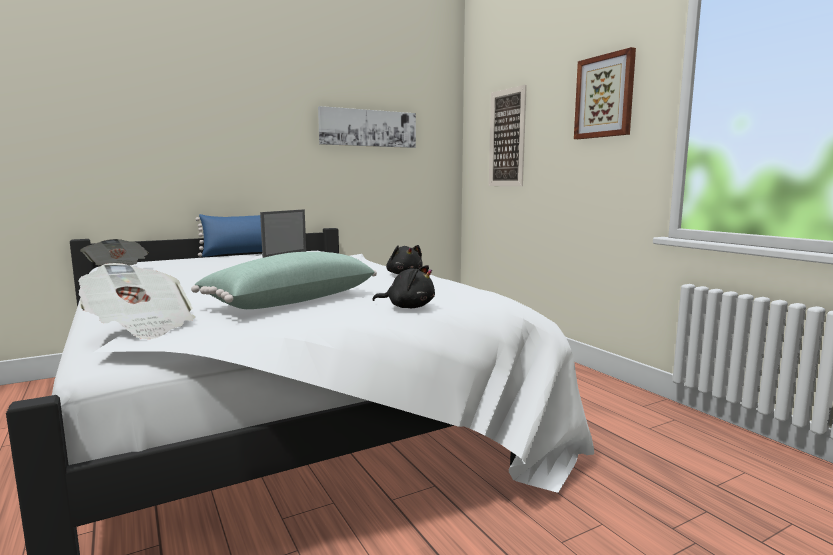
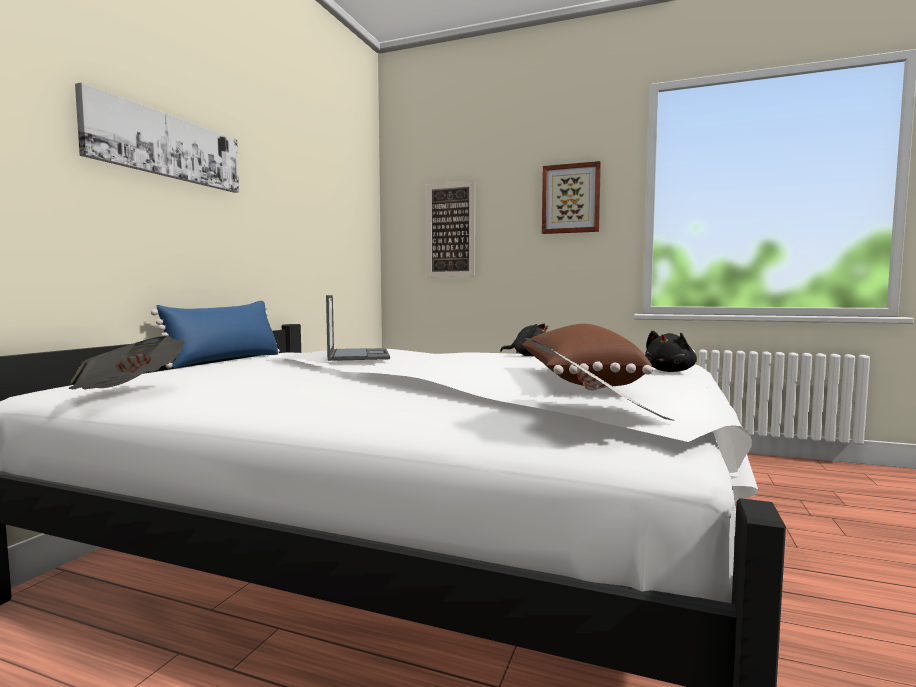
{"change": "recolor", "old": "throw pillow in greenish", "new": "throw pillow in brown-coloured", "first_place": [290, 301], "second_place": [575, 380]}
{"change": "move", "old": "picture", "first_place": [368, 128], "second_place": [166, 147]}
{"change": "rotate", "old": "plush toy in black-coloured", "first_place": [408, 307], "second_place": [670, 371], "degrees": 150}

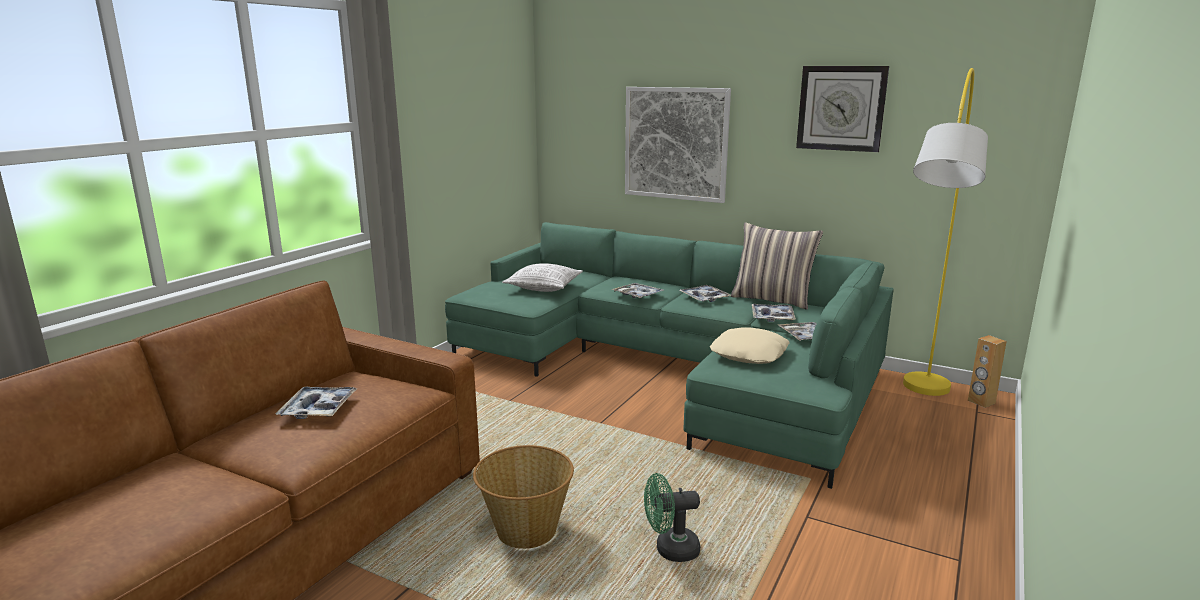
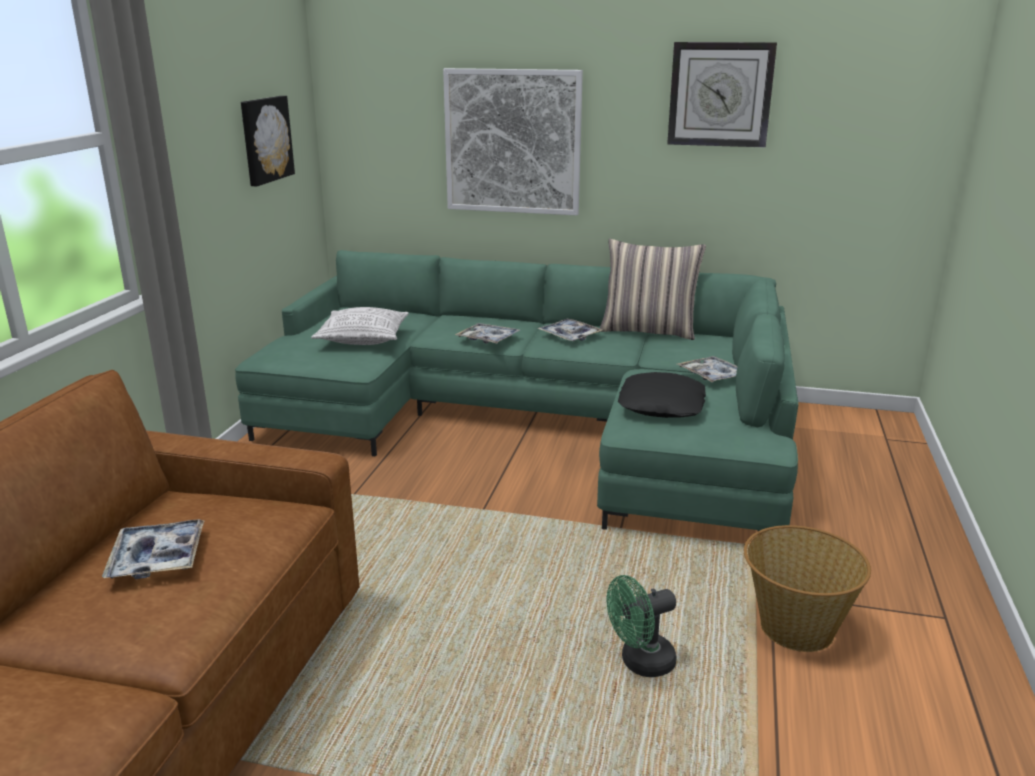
{"change": "move", "old": "basket", "first_place": [526, 530], "second_place": [795, 627]}
{"change": "recolor", "old": "throw pillow in beige", "new": "throw pillow in black-coloured", "first_place": [750, 354], "second_place": [662, 405]}
{"change": "delete", "old": "serving tray", "first_place": [772, 317]}
{"change": "delete", "old": "standing lamp in yellowish", "first_place": [917, 420]}
{"change": "delete", "old": "speaker in brown-coloured", "first_place": [981, 402]}
{"change": "insert", "new": "picture", "second_place": [265, 139]}

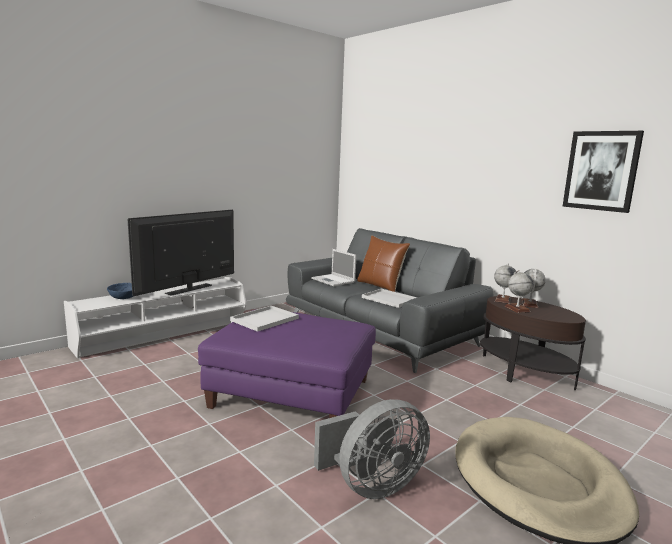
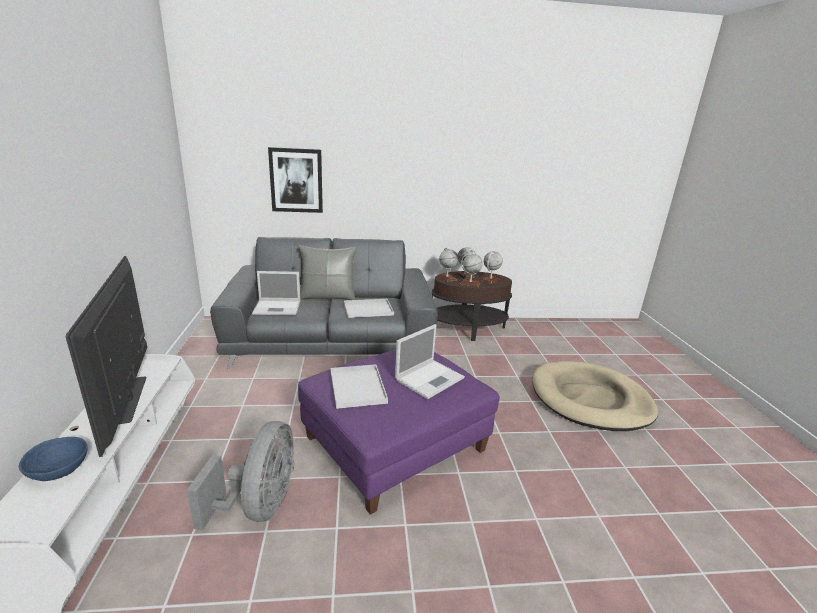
{"change": "move", "old": "cooling fan in grey", "first_place": [372, 485], "second_place": [259, 506]}
{"change": "recolor", "old": "throw pillow in brown-coloured", "new": "throw pillow in grey", "first_place": [380, 286], "second_place": [327, 297]}
{"change": "move", "old": "picture", "first_place": [601, 171], "second_place": [296, 180]}
{"change": "insert", "new": "notebook computer", "second_place": [430, 378]}
{"change": "insert", "new": "world globe", "second_place": [490, 280]}

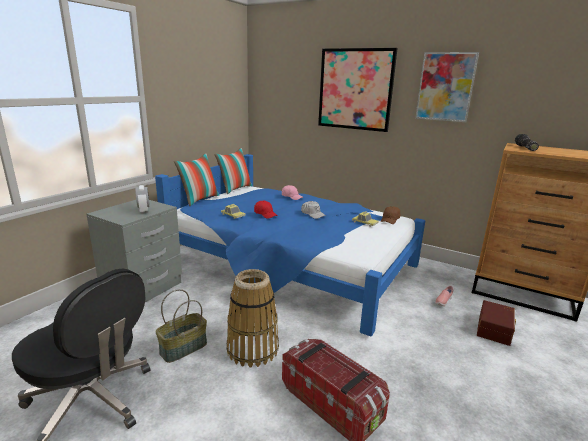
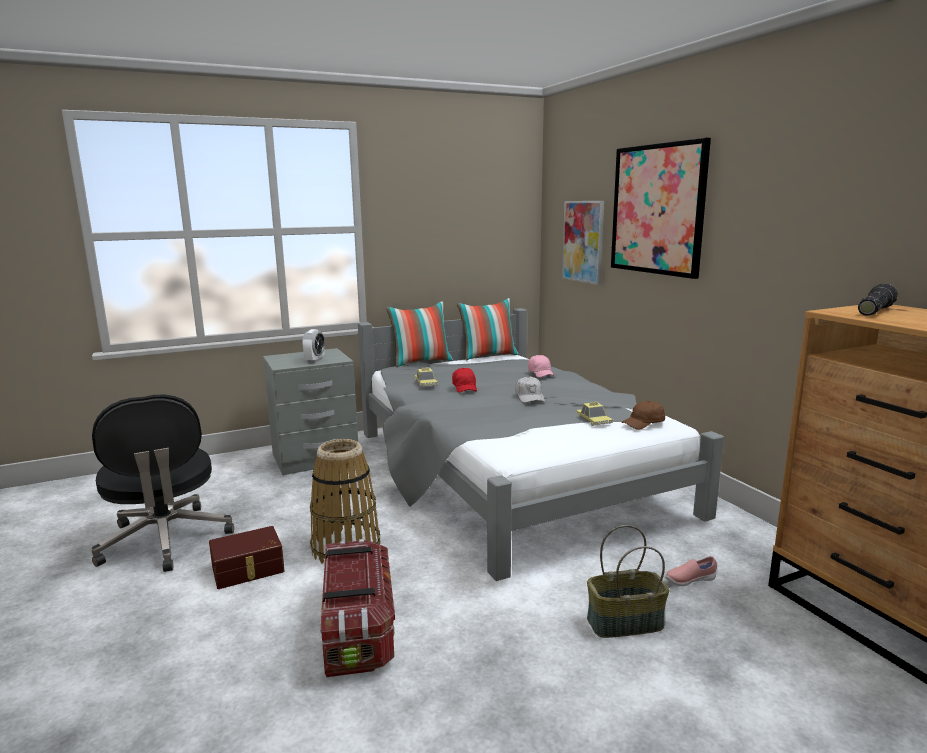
{"change": "recolor", "old": "bedroom bed in bluish", "new": "bedroom bed in grey", "first_place": [292, 266], "second_place": [510, 475]}
{"change": "move", "old": "basket", "first_place": [183, 348], "second_place": [625, 623]}
{"change": "move", "old": "picture", "first_place": [445, 87], "second_place": [583, 241]}
{"change": "move", "old": "storage box in brown-coloured", "first_place": [495, 330], "second_place": [248, 570]}

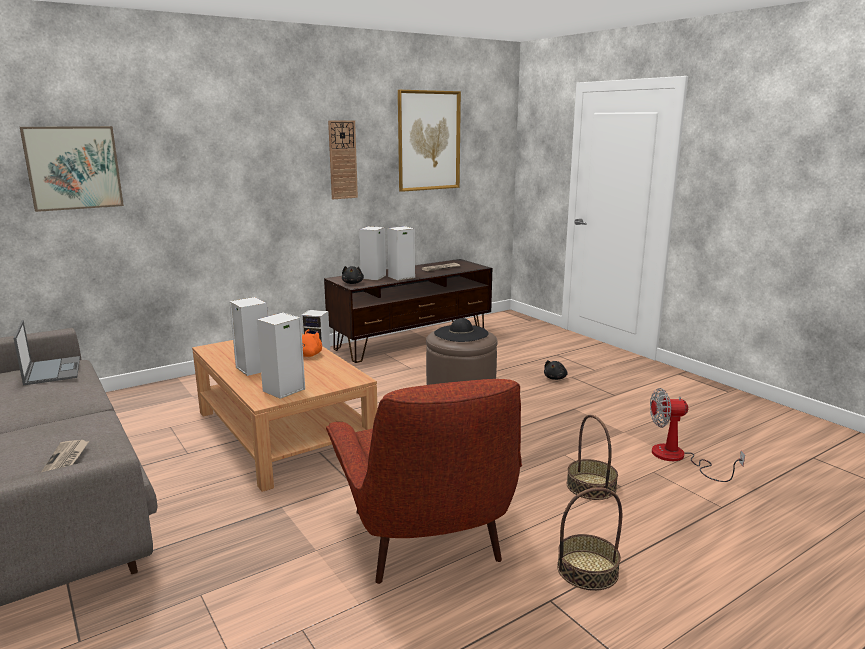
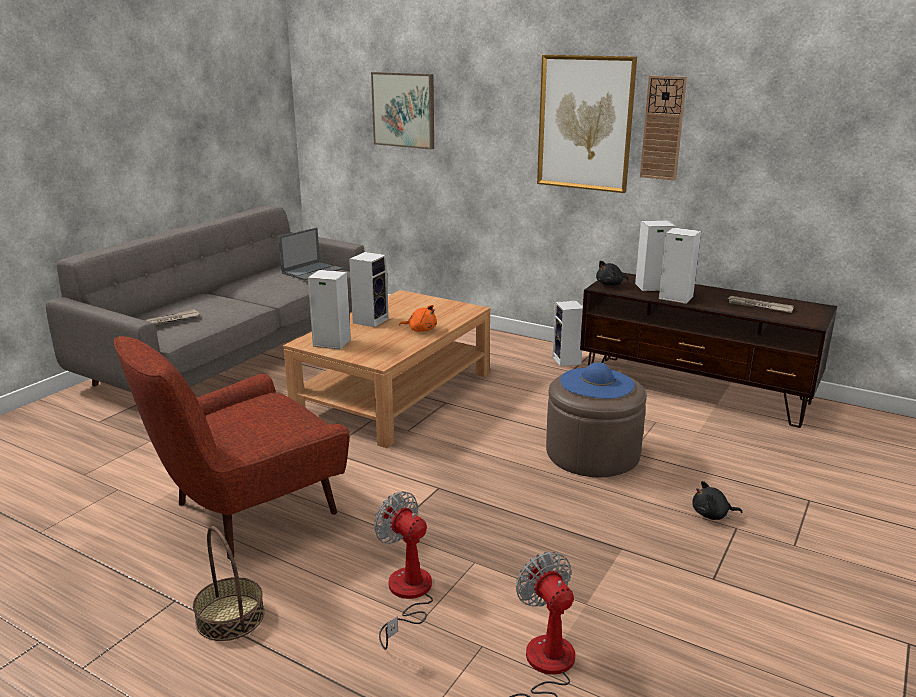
{"change": "move", "old": "picture", "first_place": [428, 141], "second_place": [585, 123]}
{"change": "recolor", "old": "hat in black-coloured", "new": "hat in bluish", "first_place": [461, 333], "second_place": [597, 383]}
{"change": "replace", "old": "basket", "new": "cooling fan", "first_place": [591, 486], "second_place": [407, 595]}

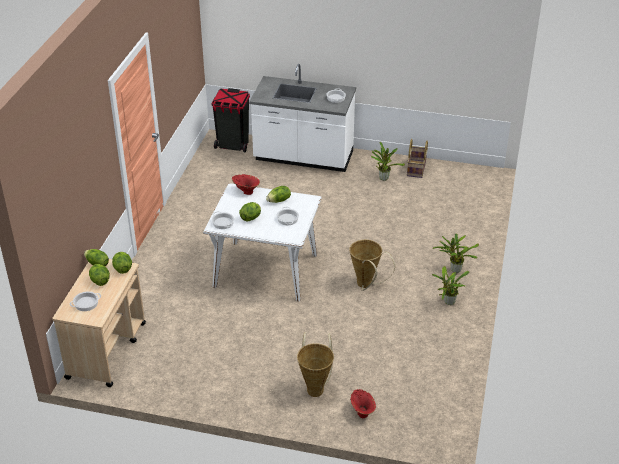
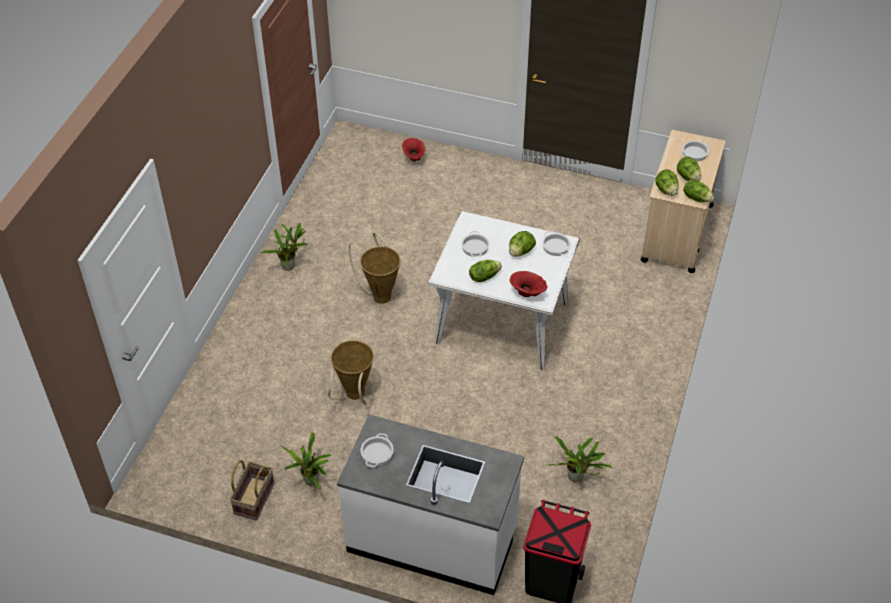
{"change": "move", "old": "basket", "first_place": [315, 388], "second_place": [354, 396]}
{"change": "move", "old": "plant in a pot", "first_place": [454, 269], "second_place": [577, 478]}

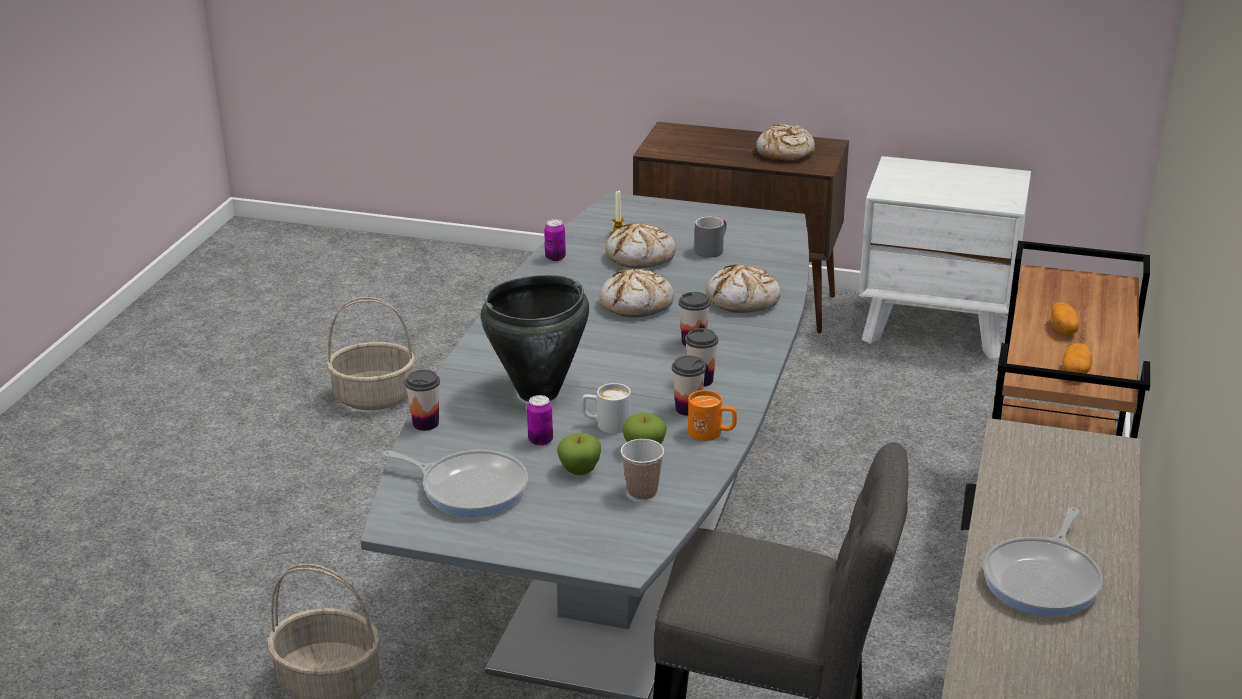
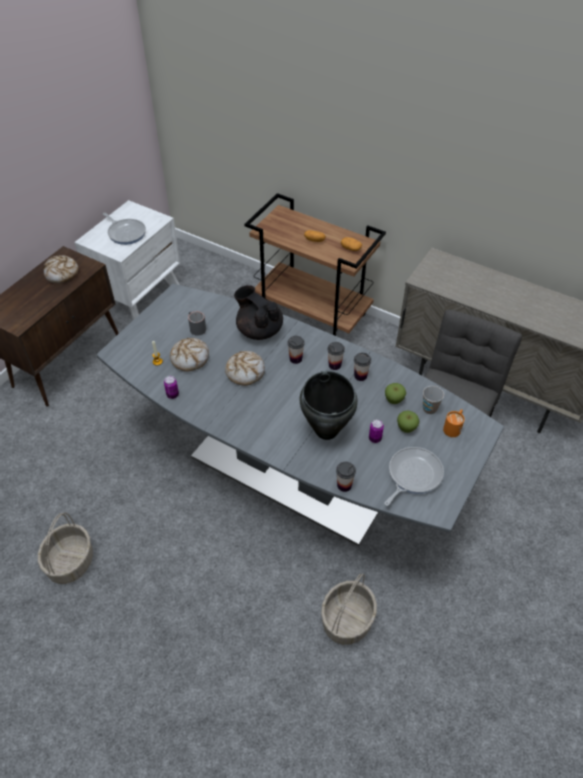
{"change": "delete", "old": "mug in white-coloured", "first_place": [606, 424]}
{"change": "move", "old": "mug in orange", "first_place": [712, 433], "second_place": [453, 427]}
{"change": "replace", "old": "bread", "new": "teapot in black-coloured", "first_place": [743, 300], "second_place": [259, 330]}
{"change": "move", "old": "pan", "first_place": [1044, 580], "second_place": [126, 233]}

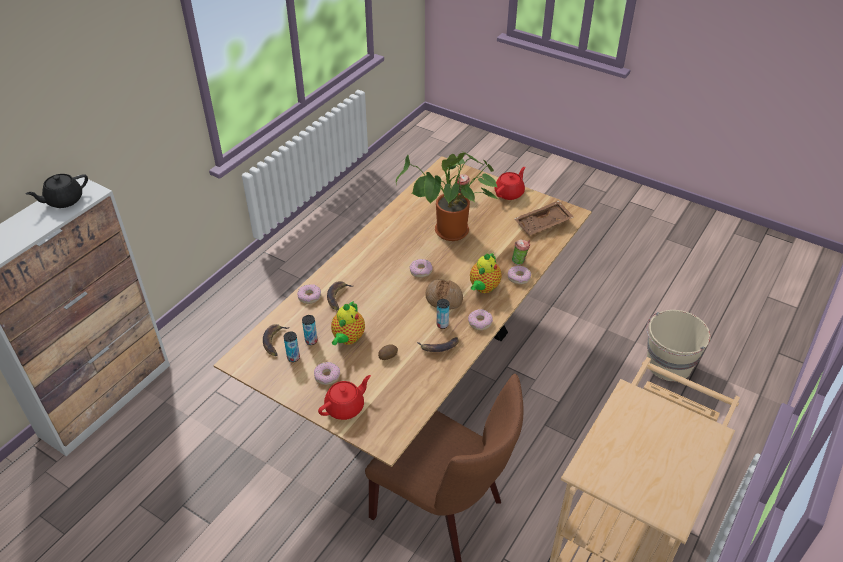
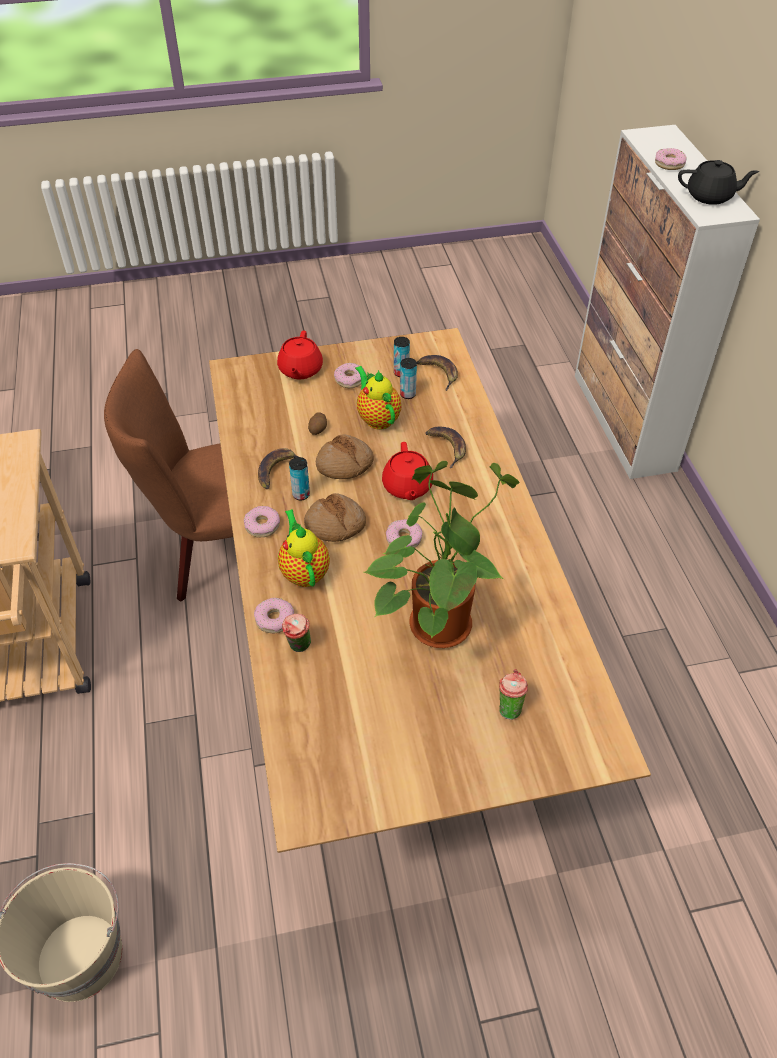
{"change": "rotate", "old": "teapot in black-coloured", "first_place": [64, 200], "second_place": [710, 196], "degrees": 90}
{"change": "move", "old": "ring doughnut", "first_place": [309, 296], "second_place": [669, 164]}
{"change": "move", "old": "teapot in red", "first_place": [509, 193], "second_place": [407, 487]}
{"change": "delete", "old": "serving tray in brown-coloured", "first_place": [543, 224]}
{"change": "insert", "new": "bread", "second_place": [344, 464]}

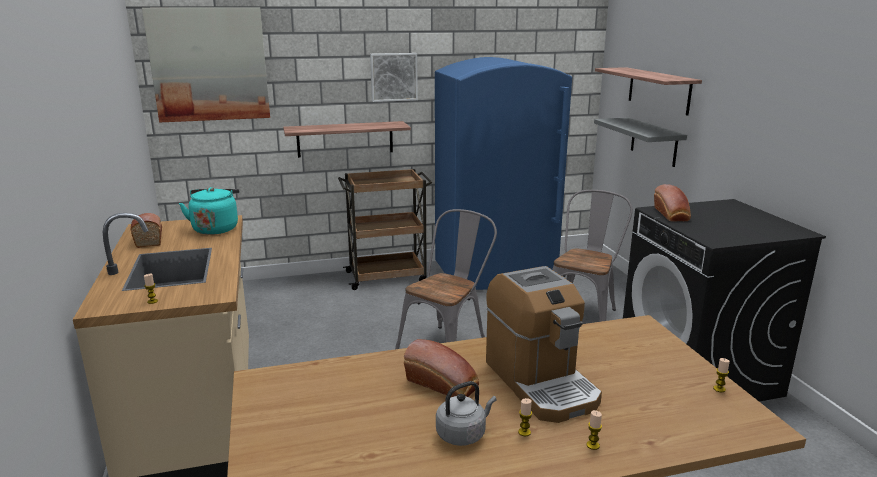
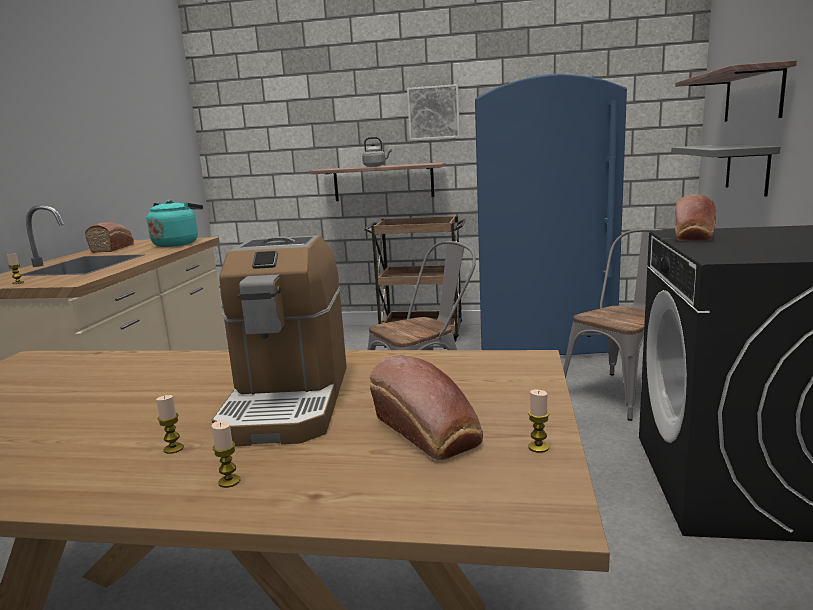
{"change": "delete", "old": "picture", "first_place": [209, 65]}
{"change": "move", "old": "bread", "first_place": [443, 384], "second_place": [429, 433]}
{"change": "move", "old": "water kettle in grey", "first_place": [463, 434], "second_place": [376, 166]}

